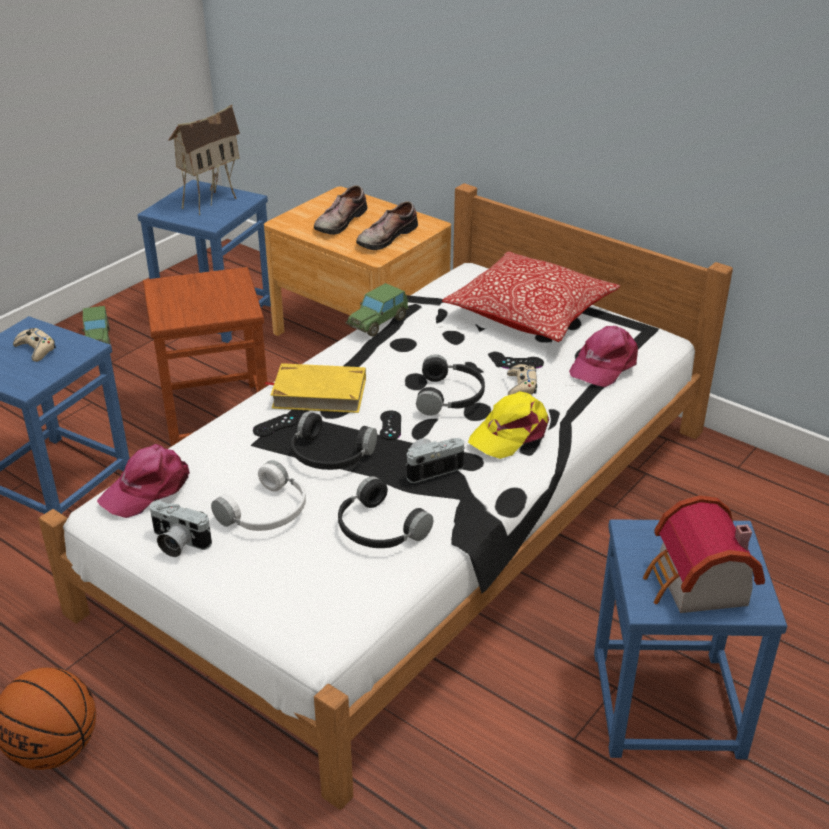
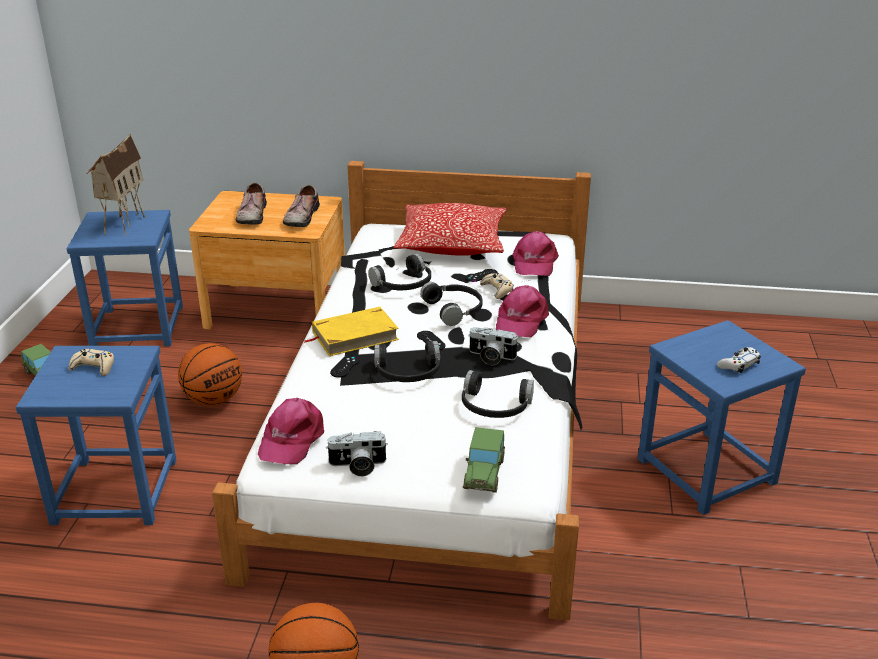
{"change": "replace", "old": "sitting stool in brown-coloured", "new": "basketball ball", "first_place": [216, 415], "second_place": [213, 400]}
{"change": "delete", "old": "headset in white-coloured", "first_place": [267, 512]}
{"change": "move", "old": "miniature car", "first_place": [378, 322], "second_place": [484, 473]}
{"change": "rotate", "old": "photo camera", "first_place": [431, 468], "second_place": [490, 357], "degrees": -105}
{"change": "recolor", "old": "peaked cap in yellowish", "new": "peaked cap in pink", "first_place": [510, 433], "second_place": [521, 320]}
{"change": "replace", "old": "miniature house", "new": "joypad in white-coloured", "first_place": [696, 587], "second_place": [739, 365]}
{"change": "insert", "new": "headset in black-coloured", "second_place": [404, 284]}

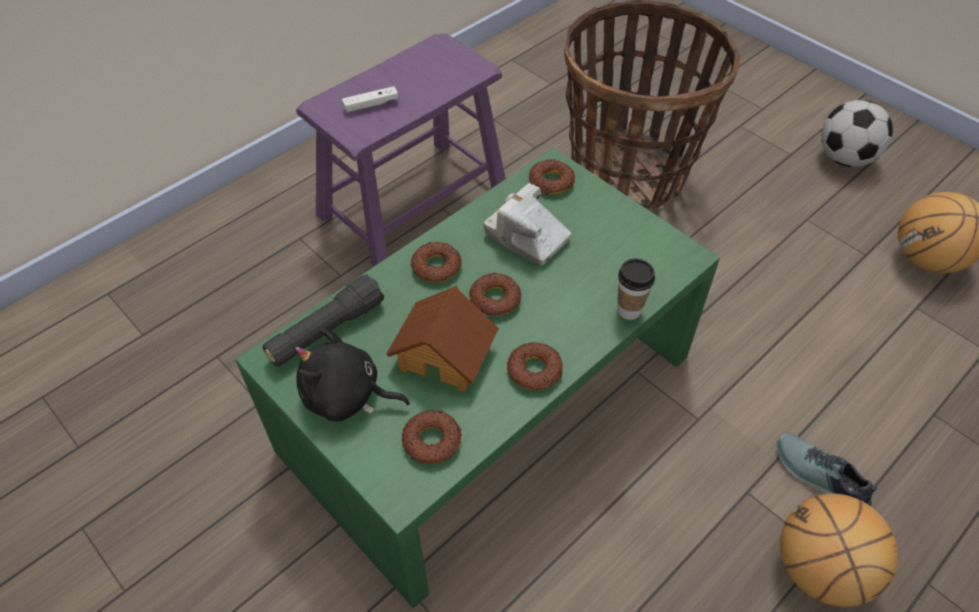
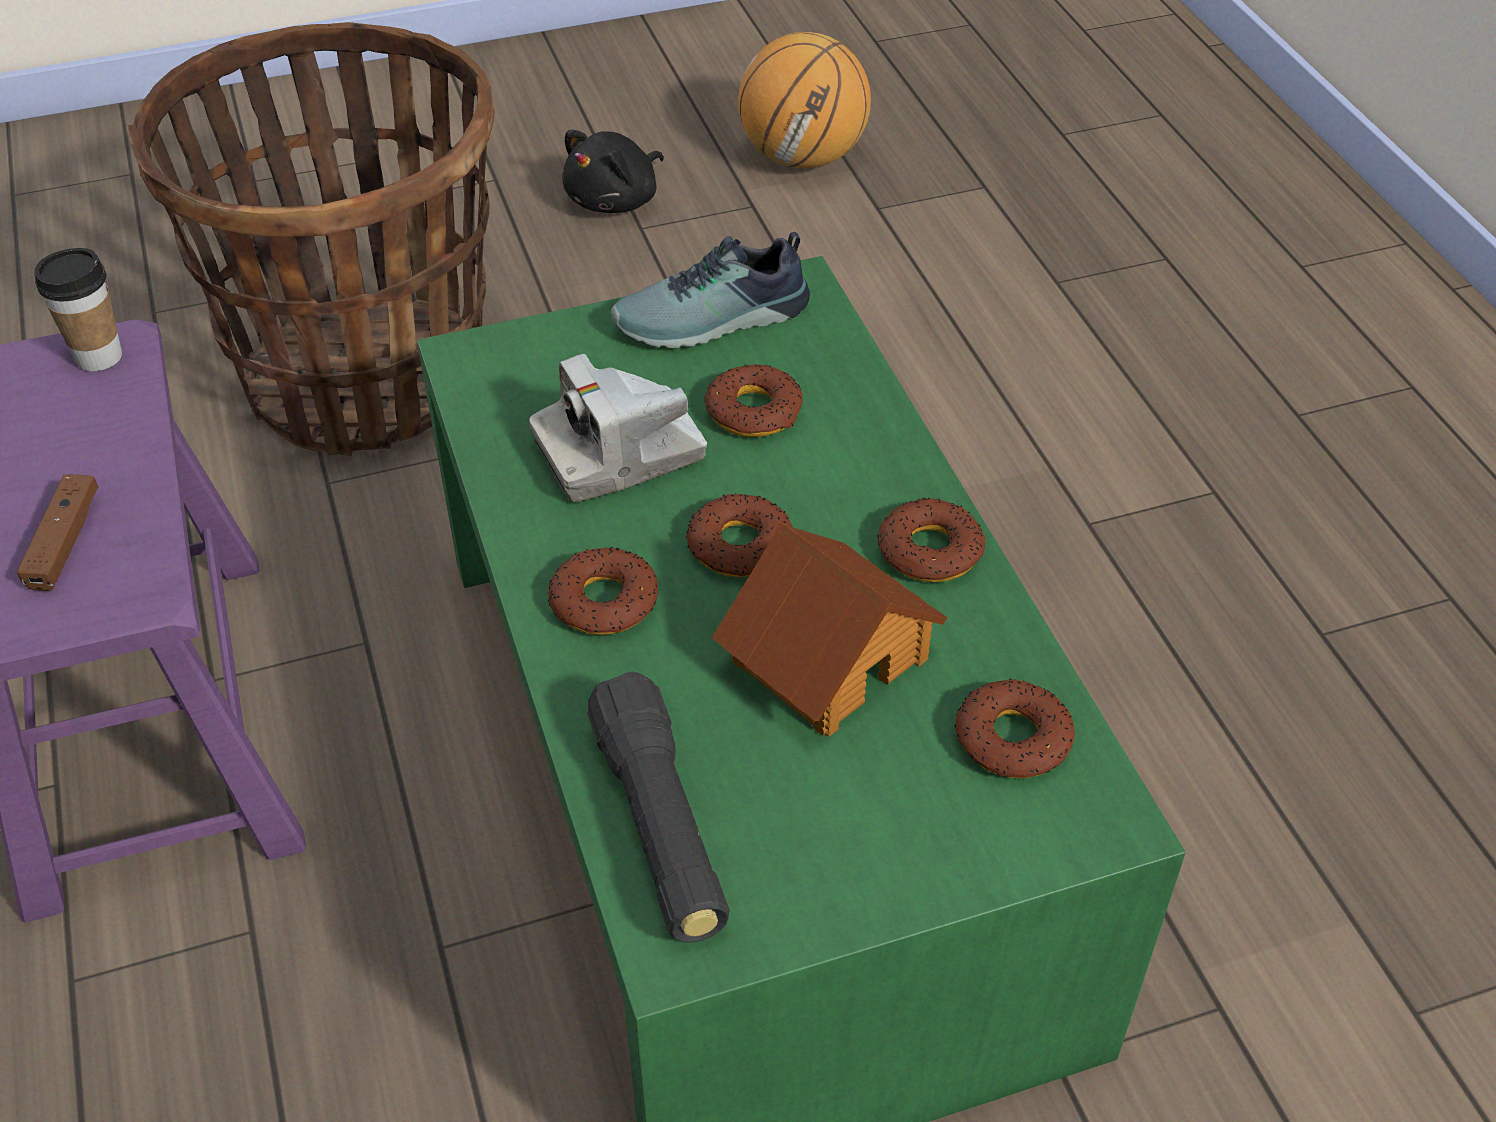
{"change": "move", "old": "plush toy in black-coloured", "first_place": [346, 396], "second_place": [616, 200]}
{"change": "recolor", "old": "joypad in white-coloured", "new": "joypad in brown-coloured", "first_place": [371, 105], "second_place": [64, 542]}
{"change": "move", "old": "ring doughnut", "first_place": [551, 182], "second_place": [754, 411]}
{"change": "move", "old": "small cup", "first_place": [629, 310], "second_place": [99, 357]}
{"change": "move", "old": "item of footwear", "first_place": [818, 478], "second_place": [713, 321]}
{"change": "delete", "old": "basketball ball", "first_place": [819, 569]}
{"change": "delete", "old": "football", "first_place": [845, 158]}

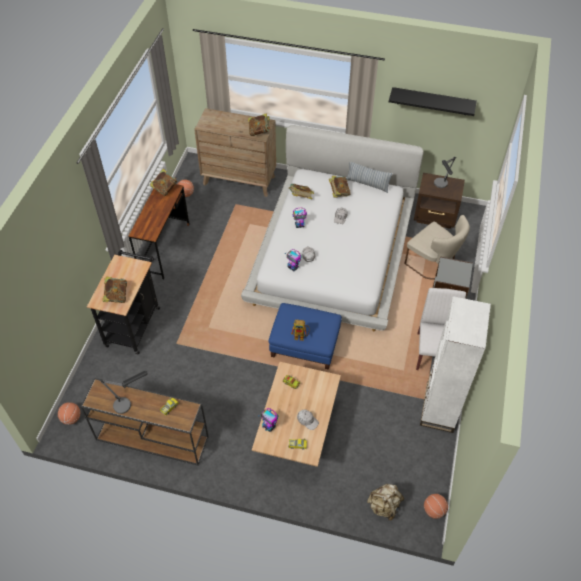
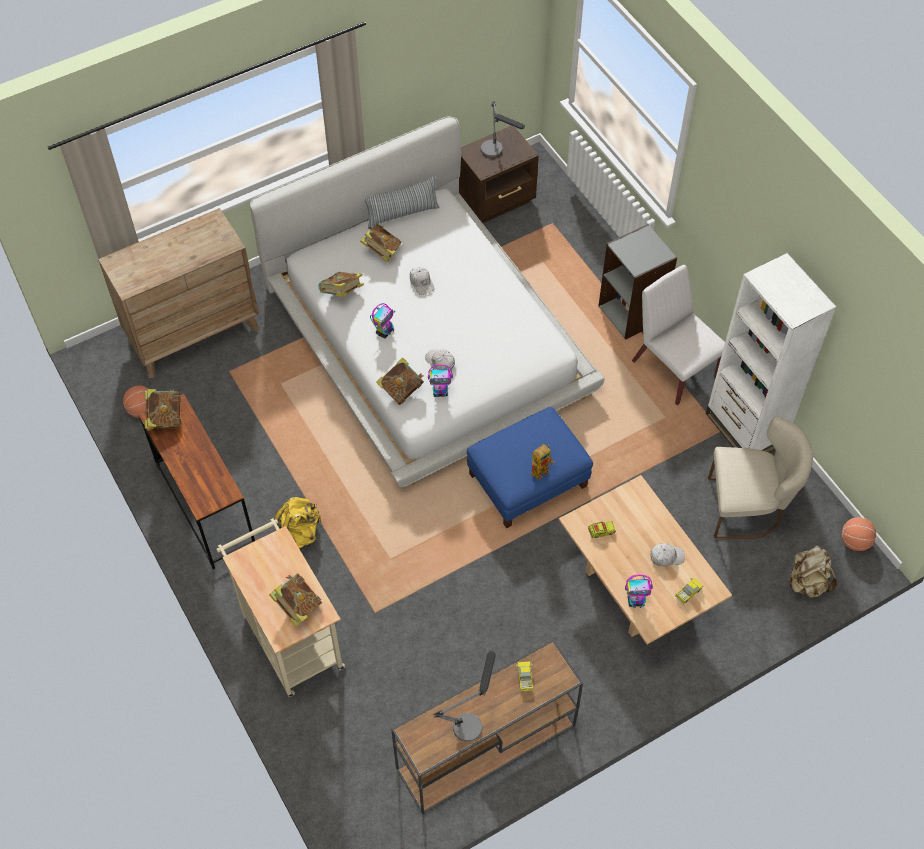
{"change": "delete", "old": "basketball ball", "first_place": [71, 418]}
{"change": "recolor", "old": "cart in black-coloured", "new": "cart in beige", "first_place": [134, 323], "second_place": [289, 636]}
{"change": "move", "old": "volume", "first_place": [259, 132], "second_place": [401, 389]}
{"change": "delete", "old": "wall shelf in black-coloured", "first_place": [432, 101]}
{"change": "move", "old": "chair in beige", "first_place": [433, 265], "second_place": [748, 508]}
{"change": "insert", "new": "backpack in yellowish", "second_place": [300, 534]}

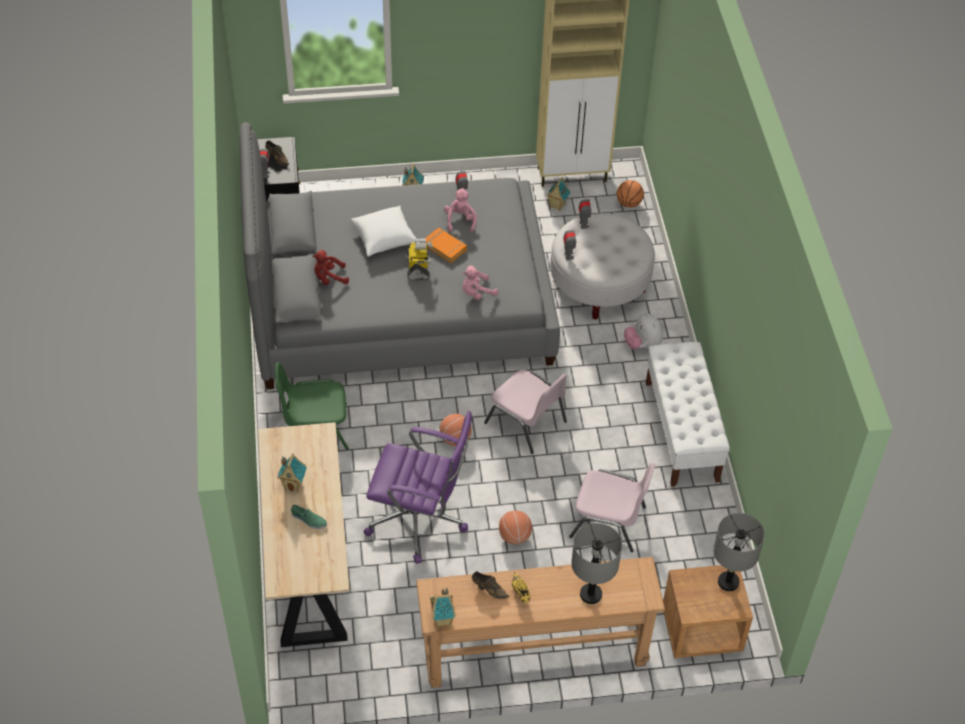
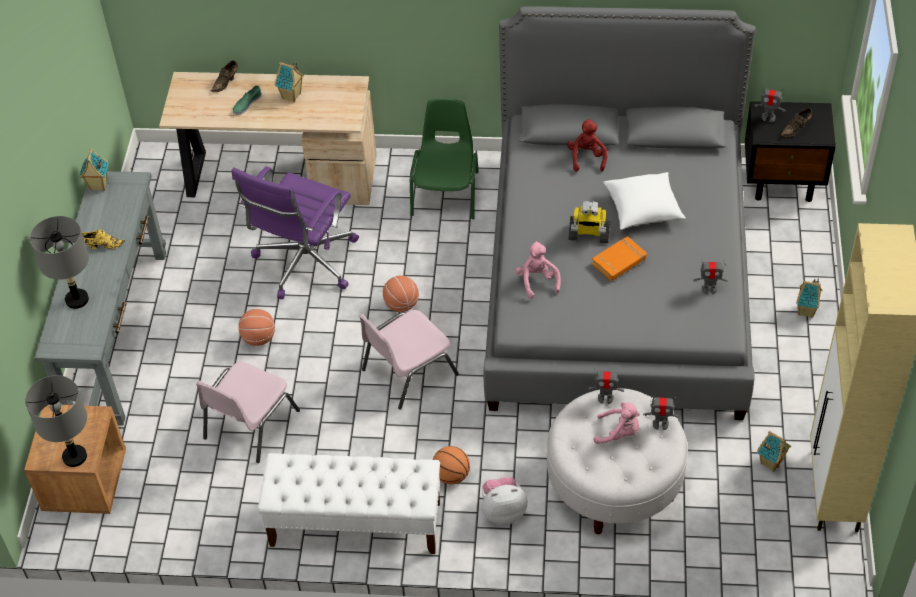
{"change": "recolor", "old": "console table in brown-coloured", "new": "console table in grey", "first_place": [534, 652], "second_place": [118, 334]}
{"change": "move", "old": "plush toy in pink", "first_place": [460, 220], "second_place": [619, 432]}
{"change": "move", "old": "item of footwear in brown-coloured", "first_place": [489, 589], "second_place": [226, 83]}
{"change": "move", "old": "basketball ball", "first_place": [629, 203], "second_place": [451, 476]}

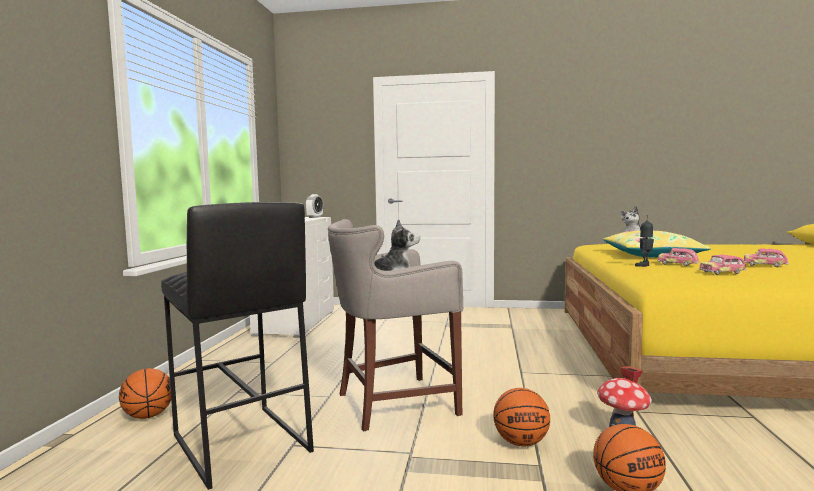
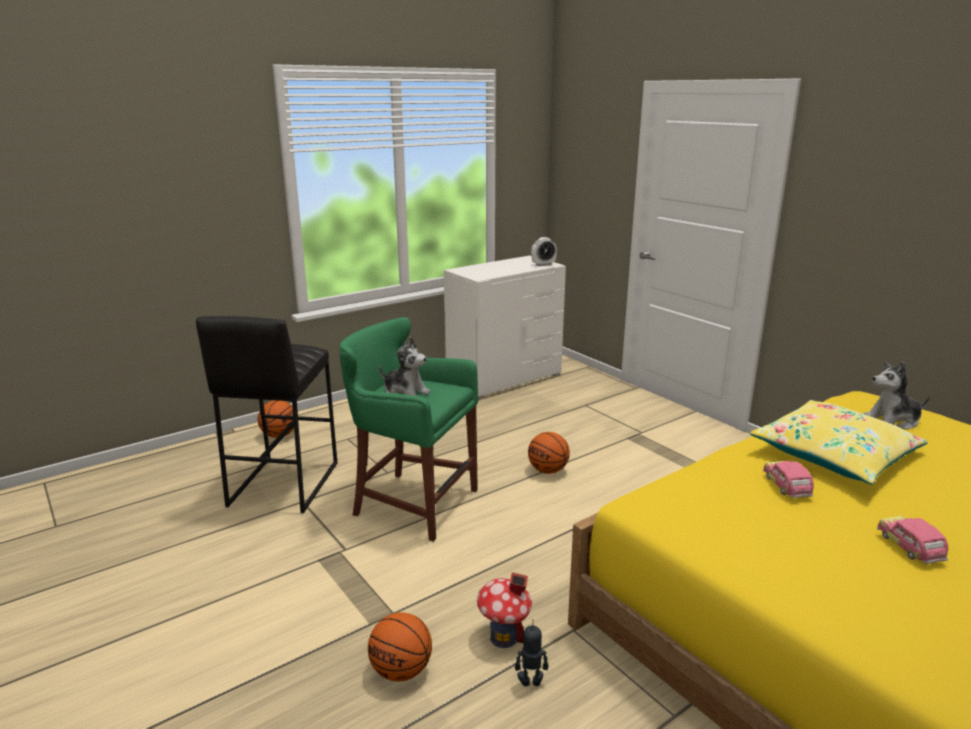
{"change": "recolor", "old": "sitting stool in grey", "new": "sitting stool in greenish", "first_place": [392, 403], "second_place": [412, 502]}
{"change": "move", "old": "basketball ball", "first_place": [521, 443], "second_place": [547, 470]}
{"change": "move", "old": "model robot", "first_place": [644, 265], "second_place": [530, 682]}
{"change": "delete", "old": "miniature car", "first_place": [722, 273]}

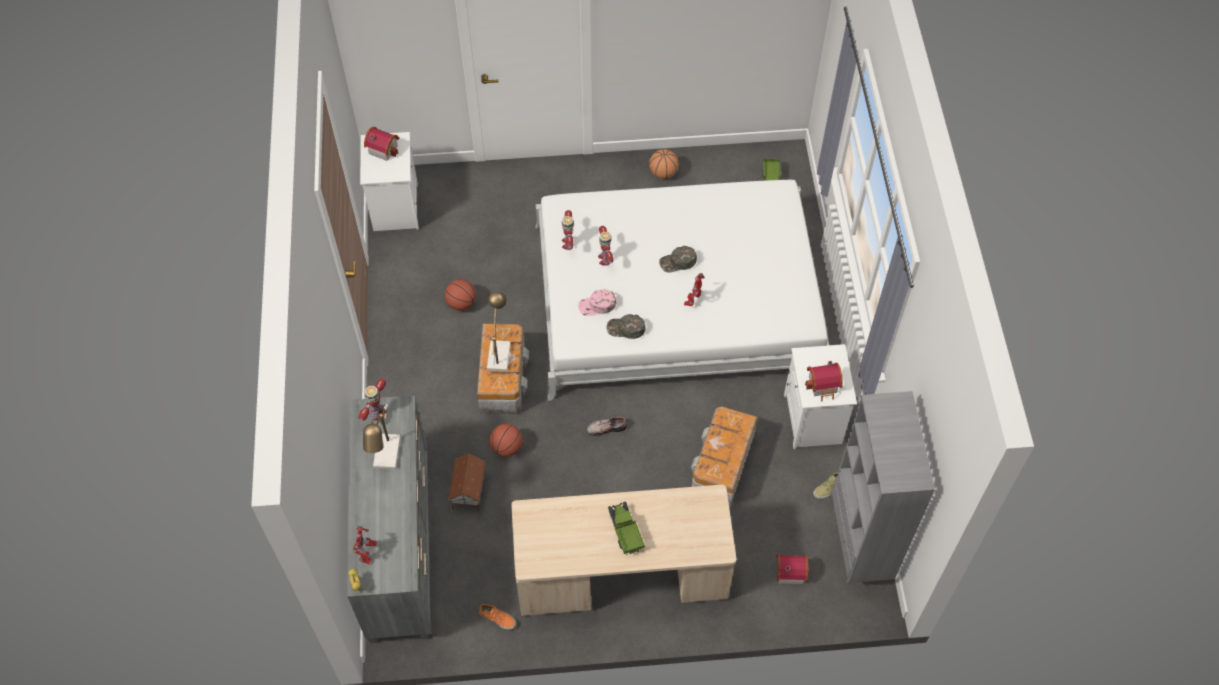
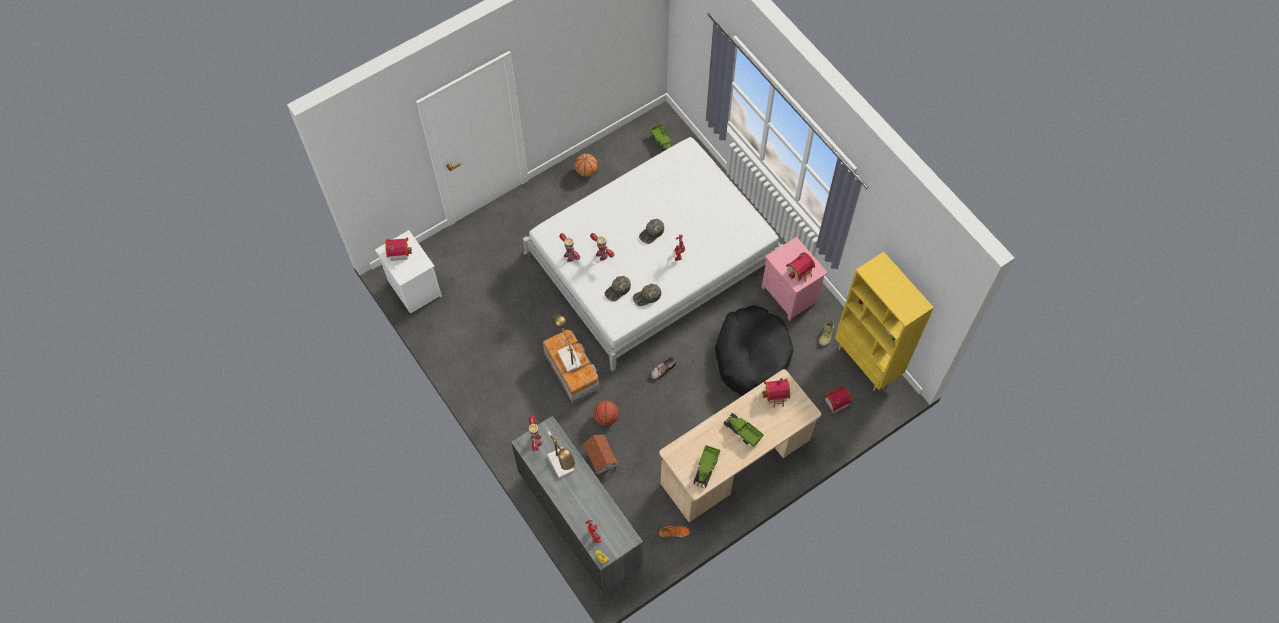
{"change": "delete", "old": "basketball ball", "first_place": [461, 303]}
{"change": "recolor", "old": "peaked cap in pink", "new": "peaked cap in greenish", "first_place": [597, 305], "second_place": [618, 290]}
{"change": "replace", "old": "storage box", "new": "dog bed in black-coloured", "first_place": [721, 466], "second_place": [752, 356]}
{"change": "recolor", "old": "night table in white-coloured", "new": "night table in pink", "first_place": [814, 420], "second_place": [790, 295]}
{"change": "recolor", "old": "bookshelf in grey", "new": "bookshelf in yellowish", "first_place": [860, 545], "second_place": [867, 362]}
{"change": "insert", "new": "model truck", "second_place": [706, 469]}
{"change": "insert", "new": "miniature house", "second_place": [776, 395]}

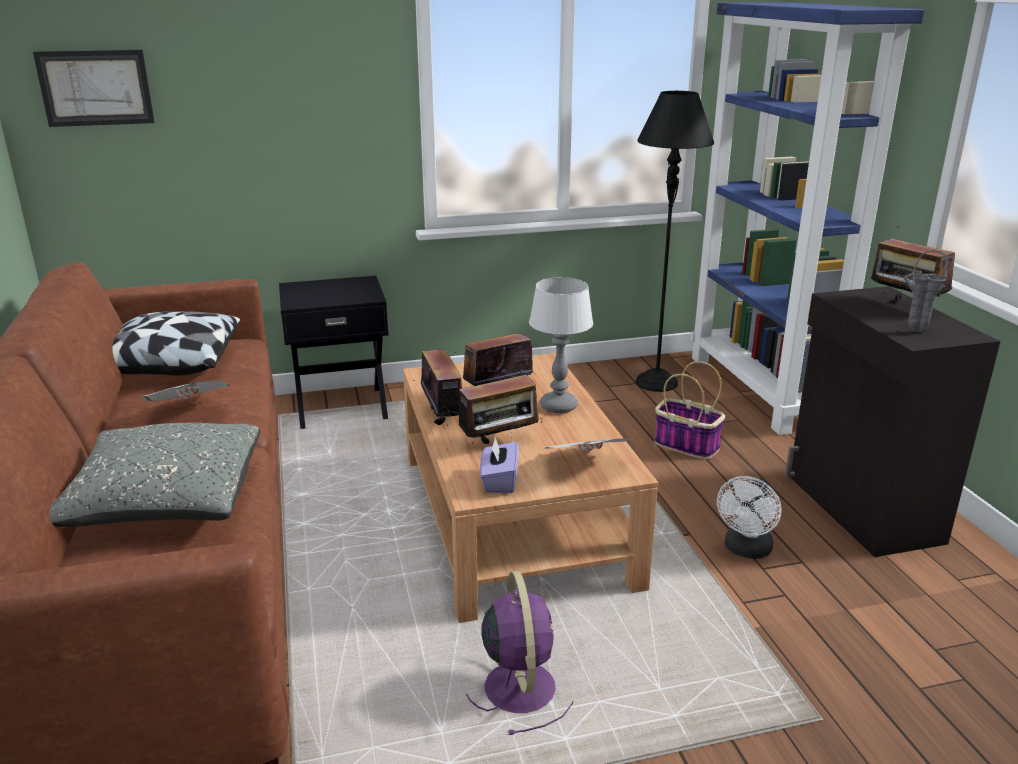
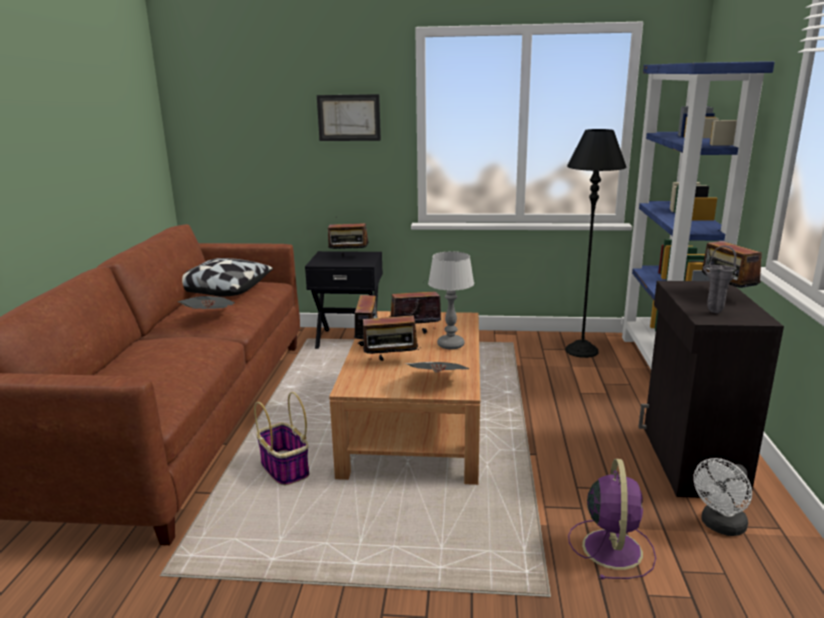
{"change": "move", "old": "picture", "first_place": [96, 88], "second_place": [349, 117]}
{"change": "delete", "old": "throw pillow in grey", "first_place": [166, 501]}
{"change": "move", "old": "cooling fan in purple", "first_place": [519, 685], "second_place": [611, 547]}
{"change": "delete", "old": "tissue box in purple", "first_place": [499, 481]}
{"change": "move", "old": "basket", "first_place": [685, 445], "second_place": [284, 468]}
{"change": "move", "old": "cooling fan in white-coloured", "first_place": [746, 550], "second_place": [720, 526]}
{"change": "insert", "new": "radio", "second_place": [349, 257]}

